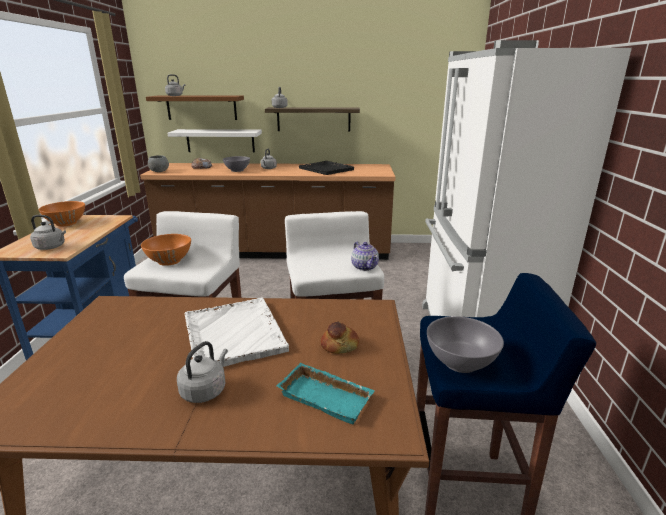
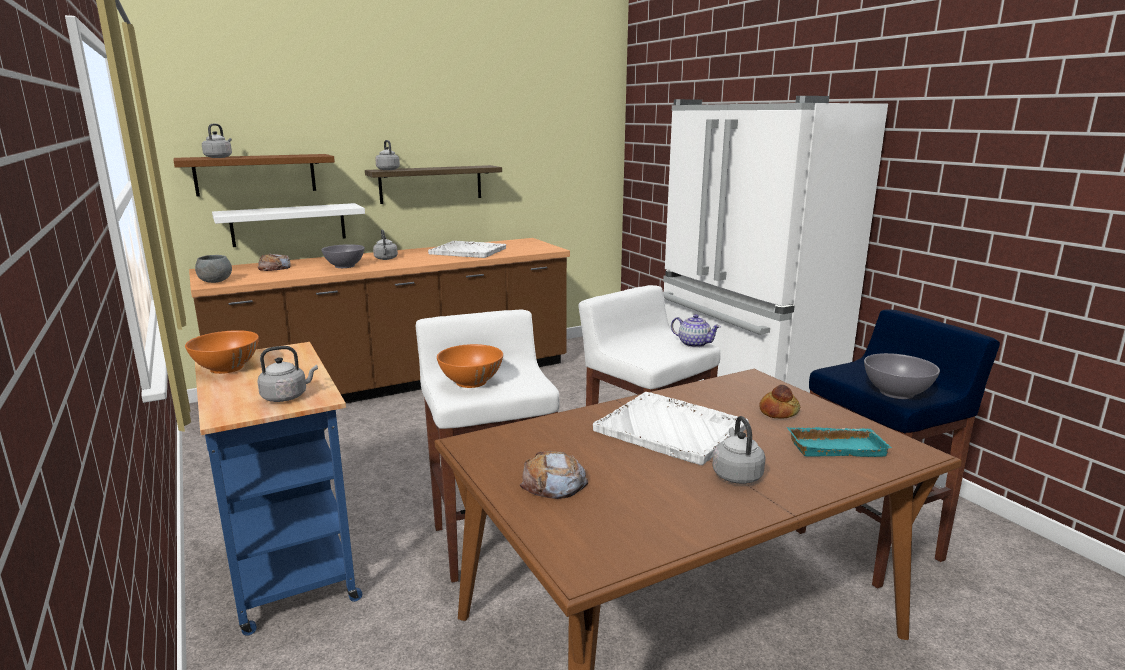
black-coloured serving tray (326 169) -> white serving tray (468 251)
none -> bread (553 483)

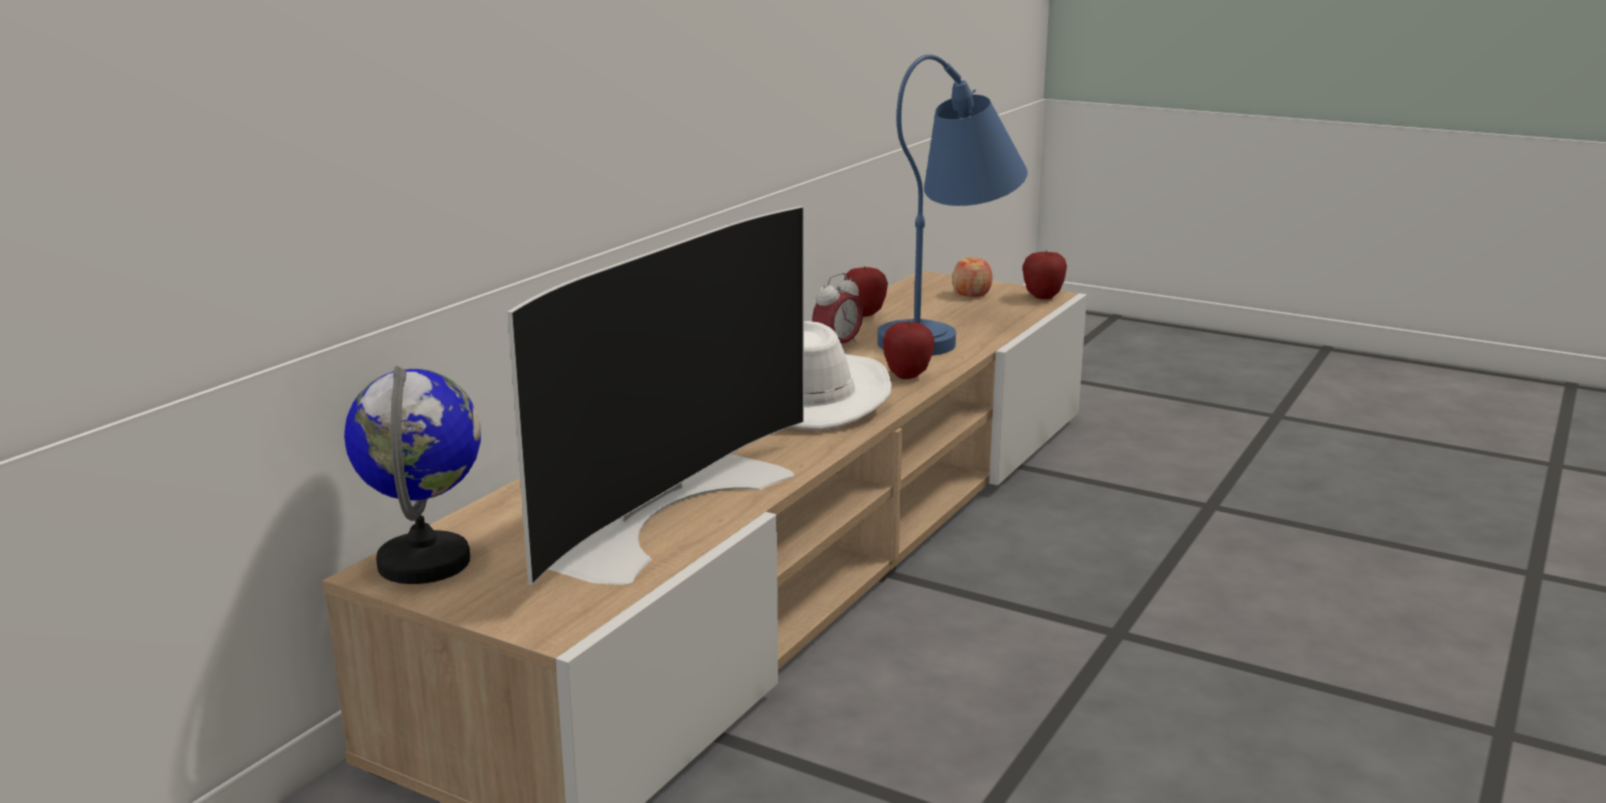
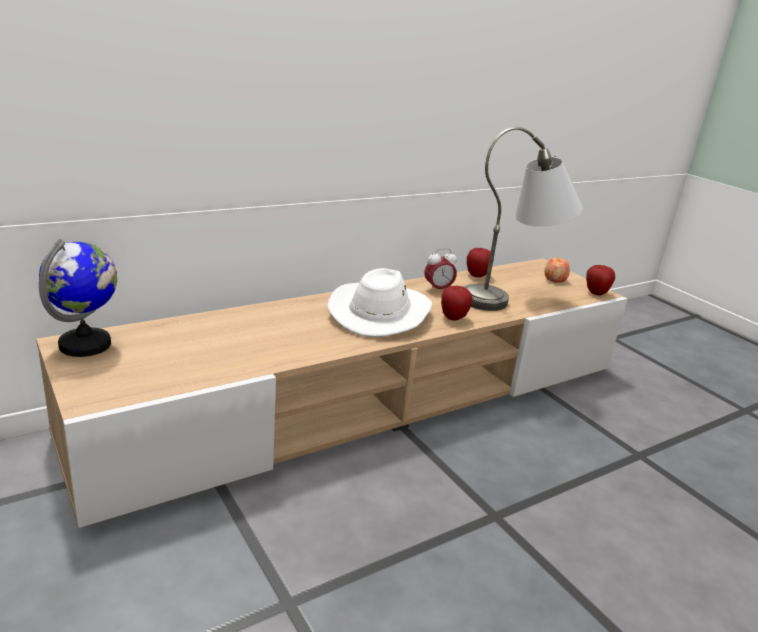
TV (661 508) -> none
blue tabletop lamp (949 331) -> grey tabletop lamp (512 298)

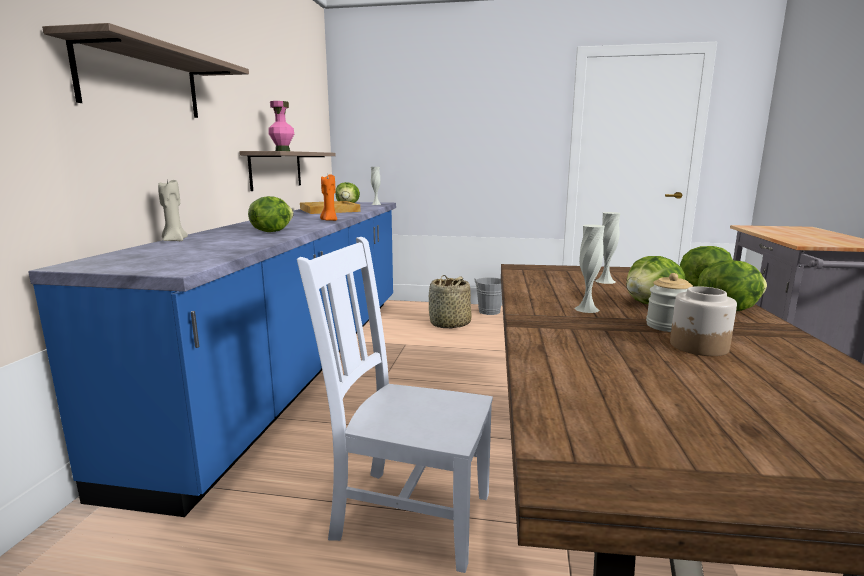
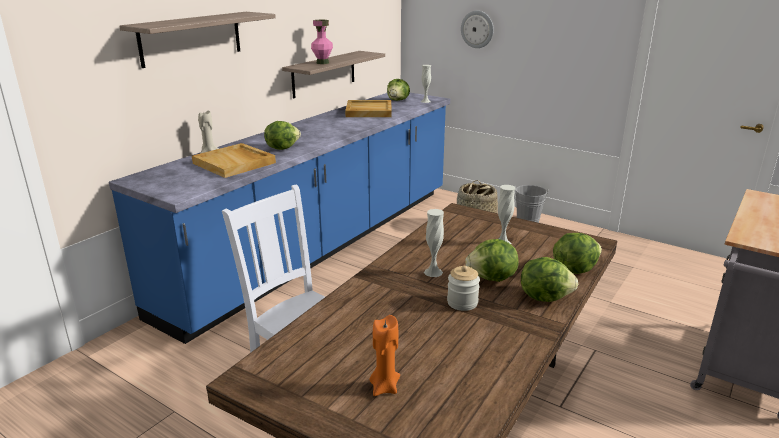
orangey wax light (329 220) -> orangey wax light (384 387), shifted
preserve jar (699 347) -> none
none -> beige serving tray (235 163)
none -> wall clock (477 29)

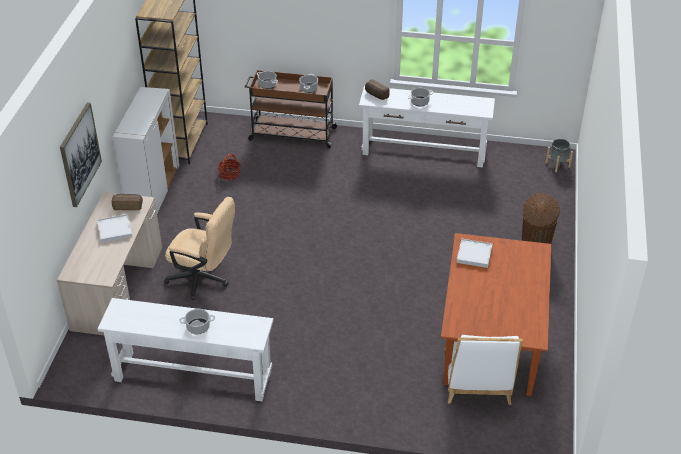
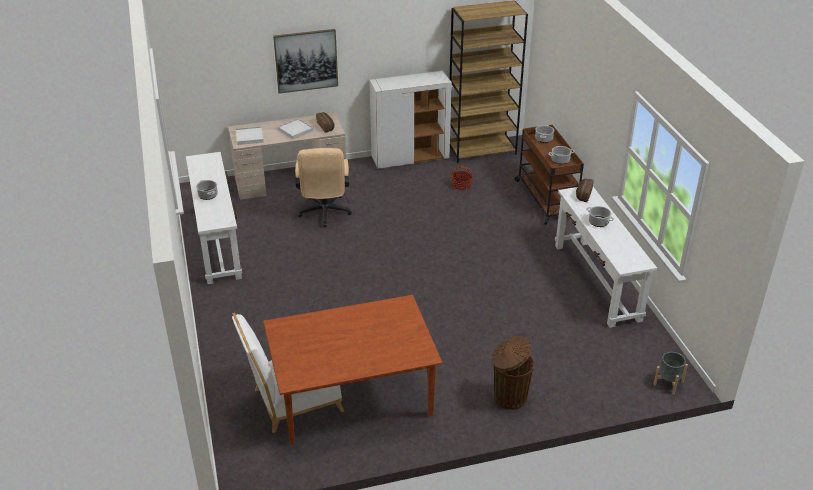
white serving tray (474 254) -> white serving tray (249 137), shifted

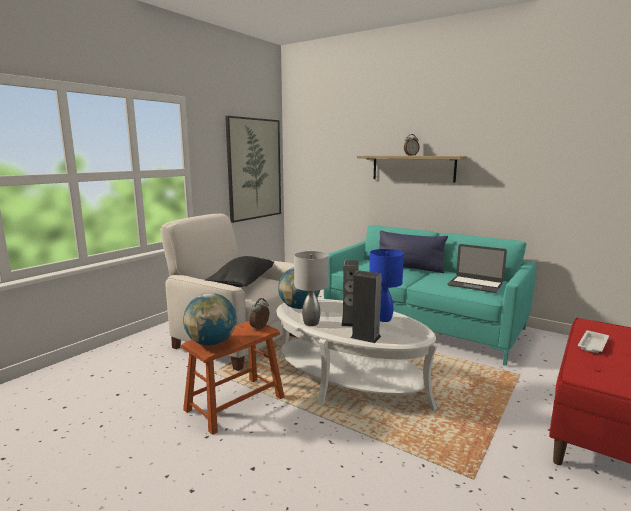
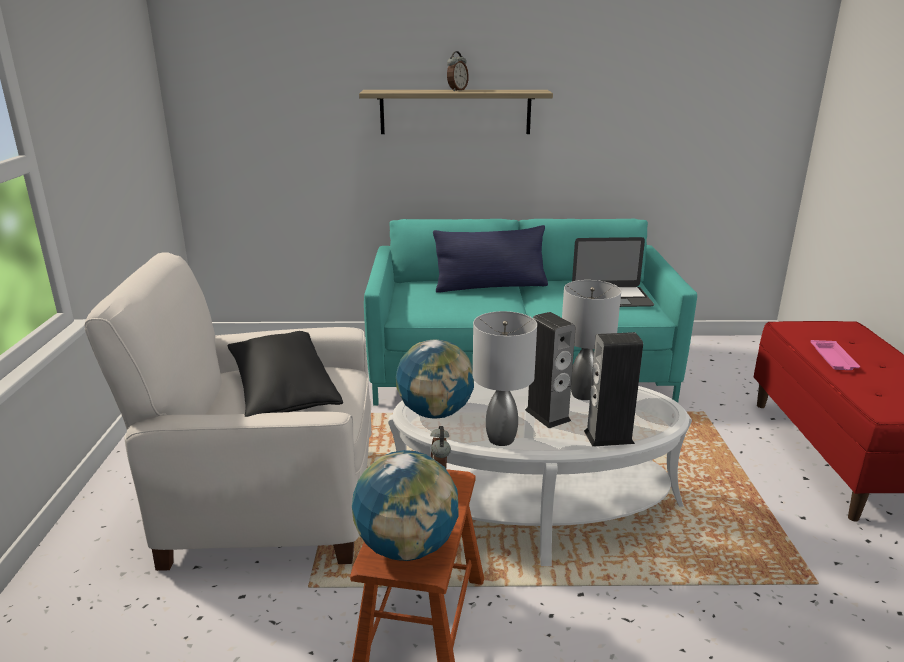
picture (254 169) -> none
blue tabletop lamp (383 319) -> grey tabletop lamp (583 395)
white serving tray (592 345) -> pinkish serving tray (833 359)

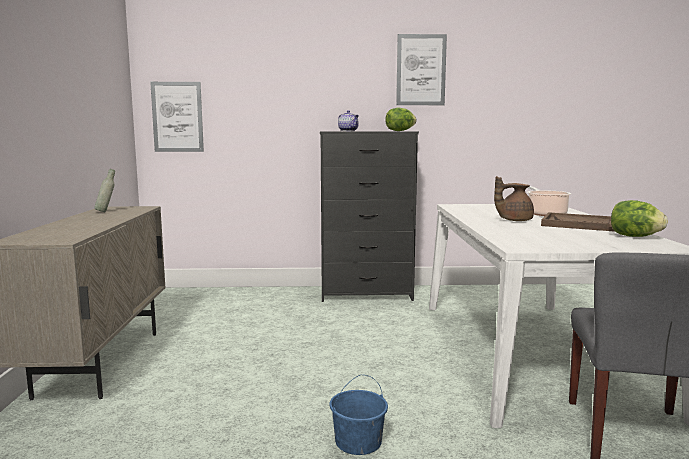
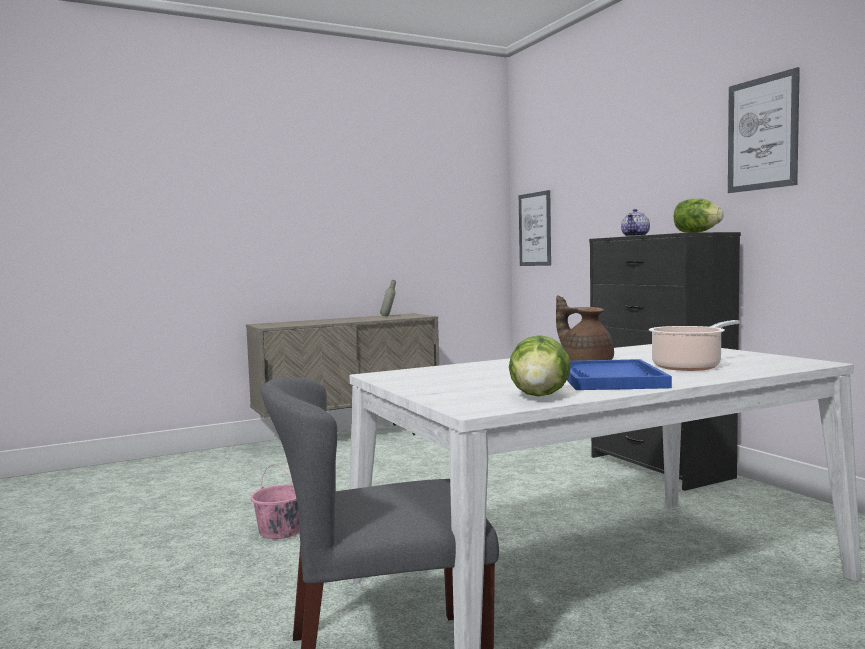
blue water bucket (358 442) -> pinkish water bucket (281 531)
brownish serving tray (579 224) -> blue serving tray (610 379)

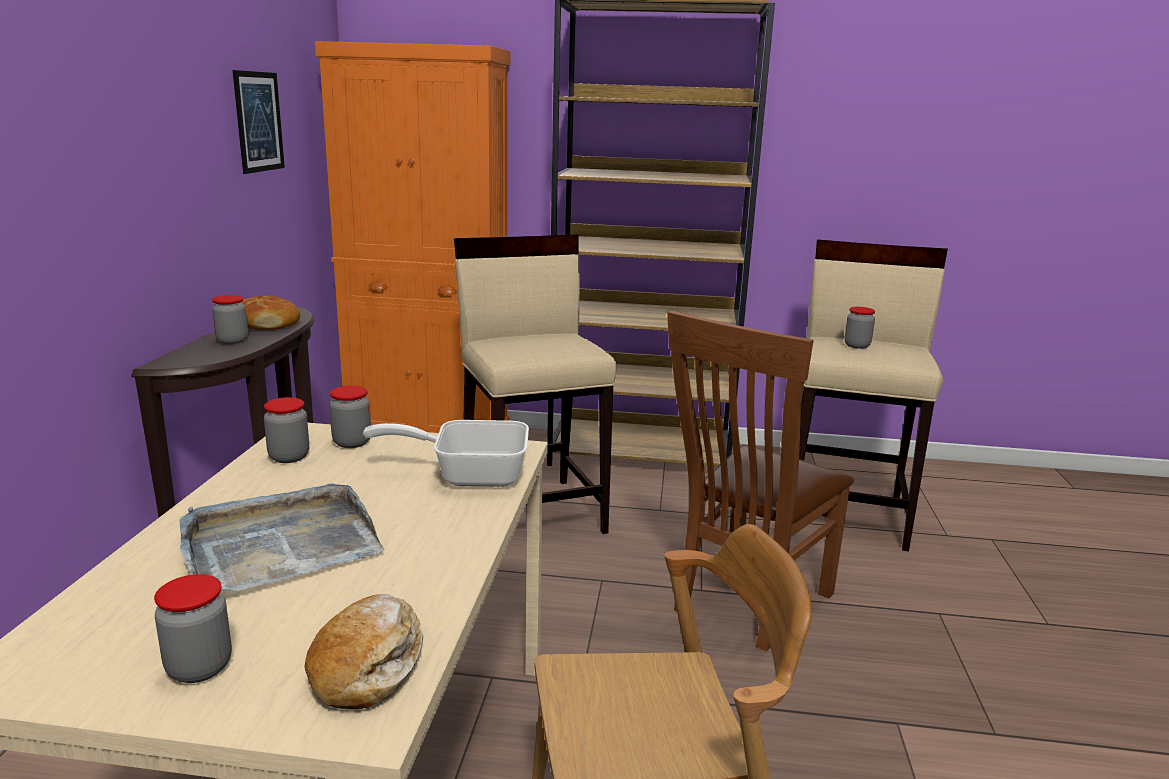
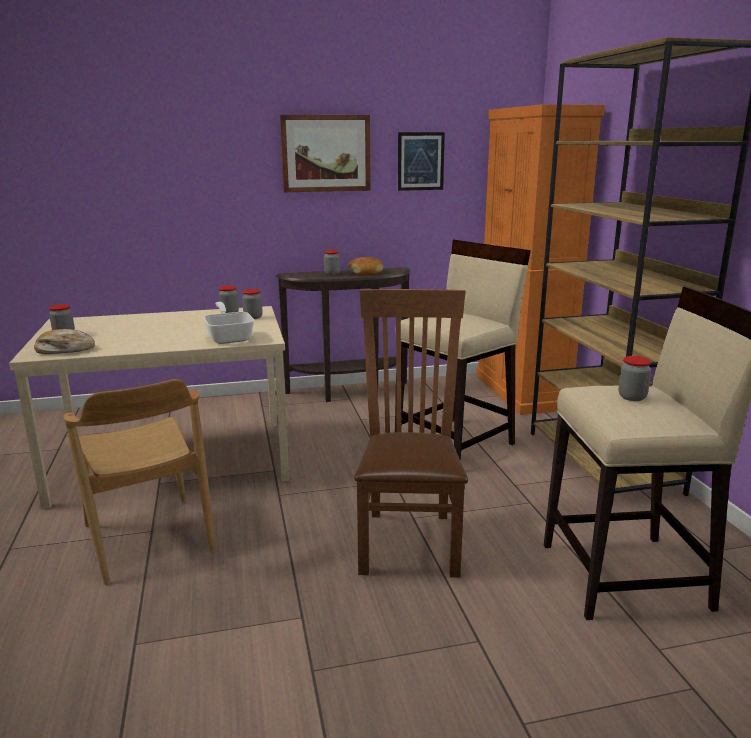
grey serving tray (279 544) -> none
brownish upright chair (746 604) -> brownish upright chair (409 538), 75 degrees clockwise
none -> picture (326 153)

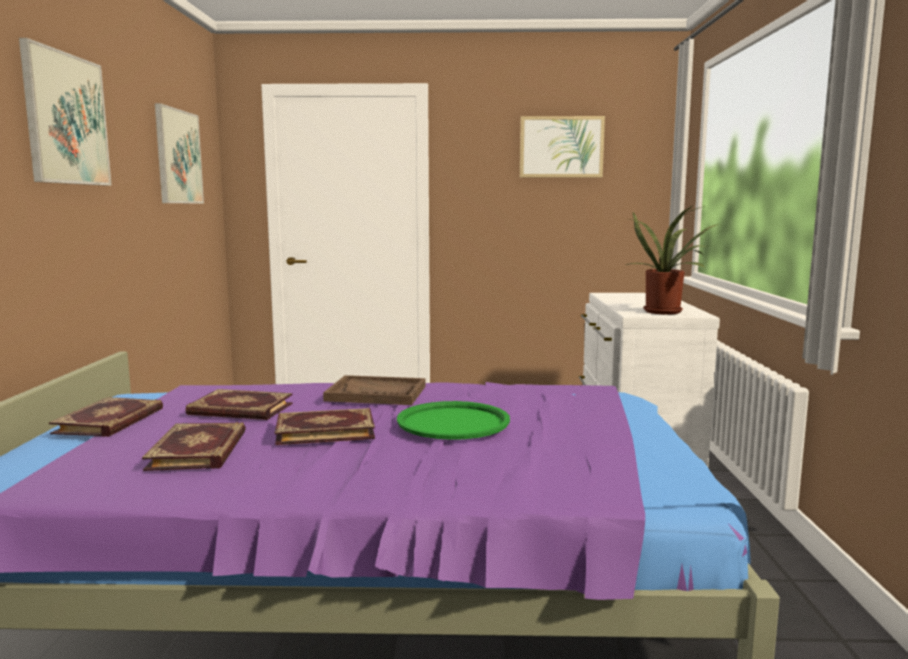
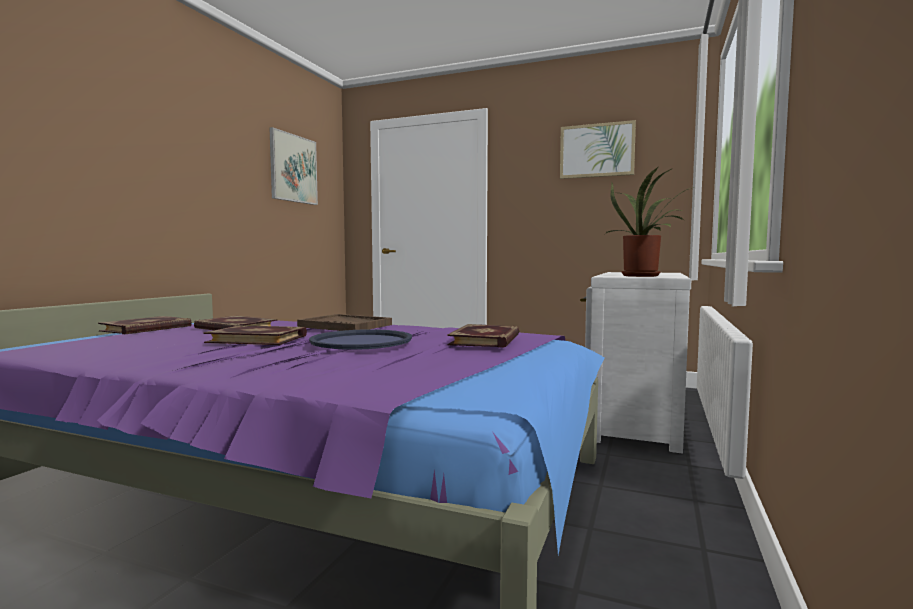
picture (66 119) -> none
book (200 450) -> book (486 340), shifted
green-coloured serving tray (453 422) -> blue serving tray (361 341)

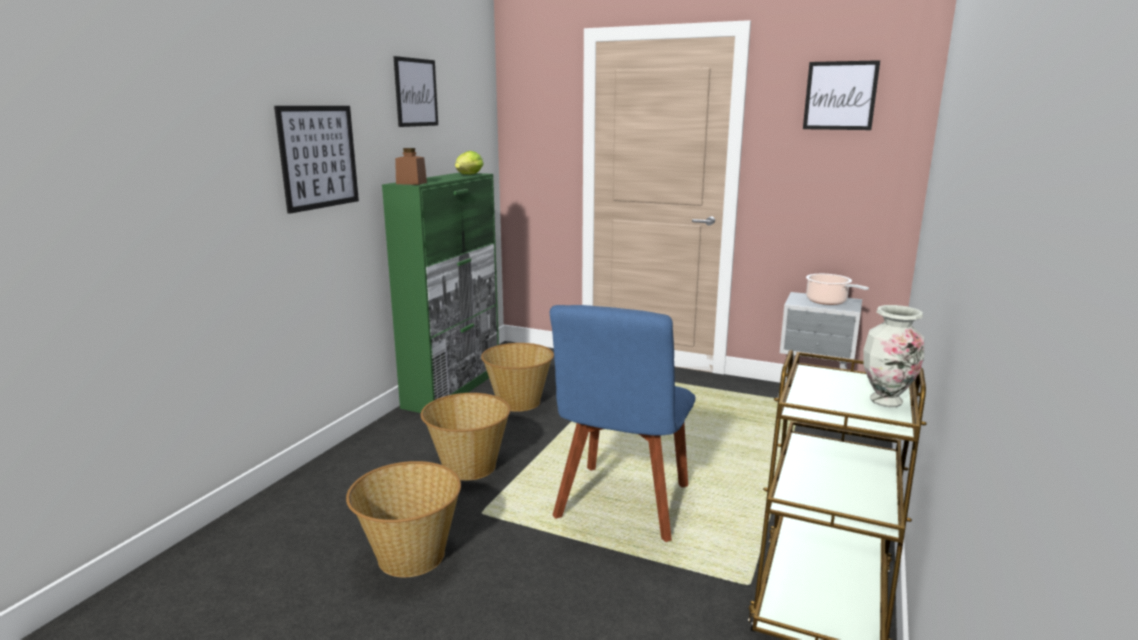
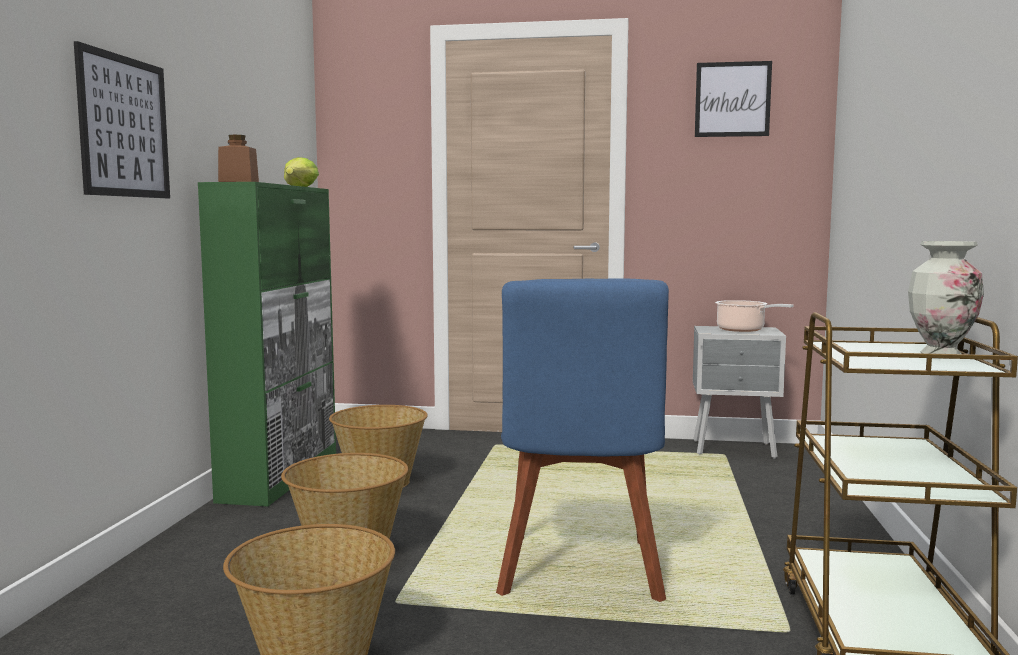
picture (416 92) -> none

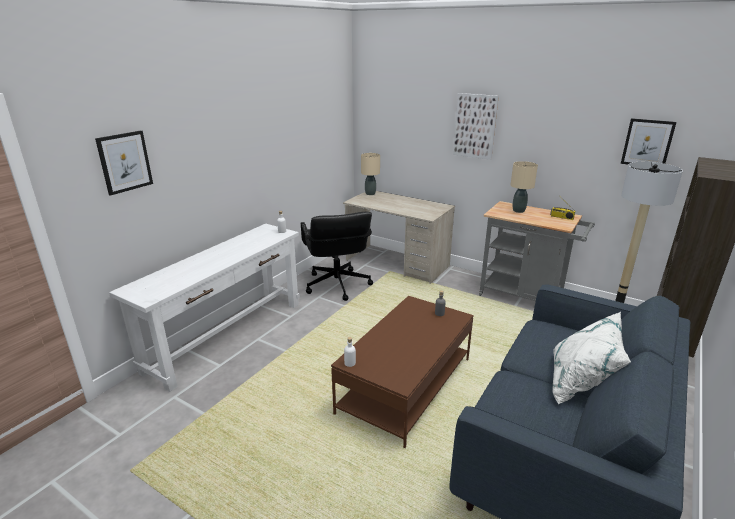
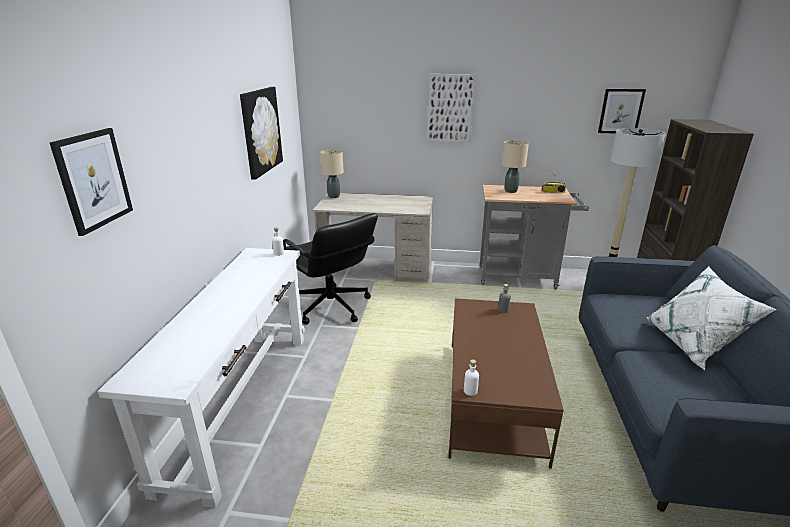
none -> picture (261 131)

